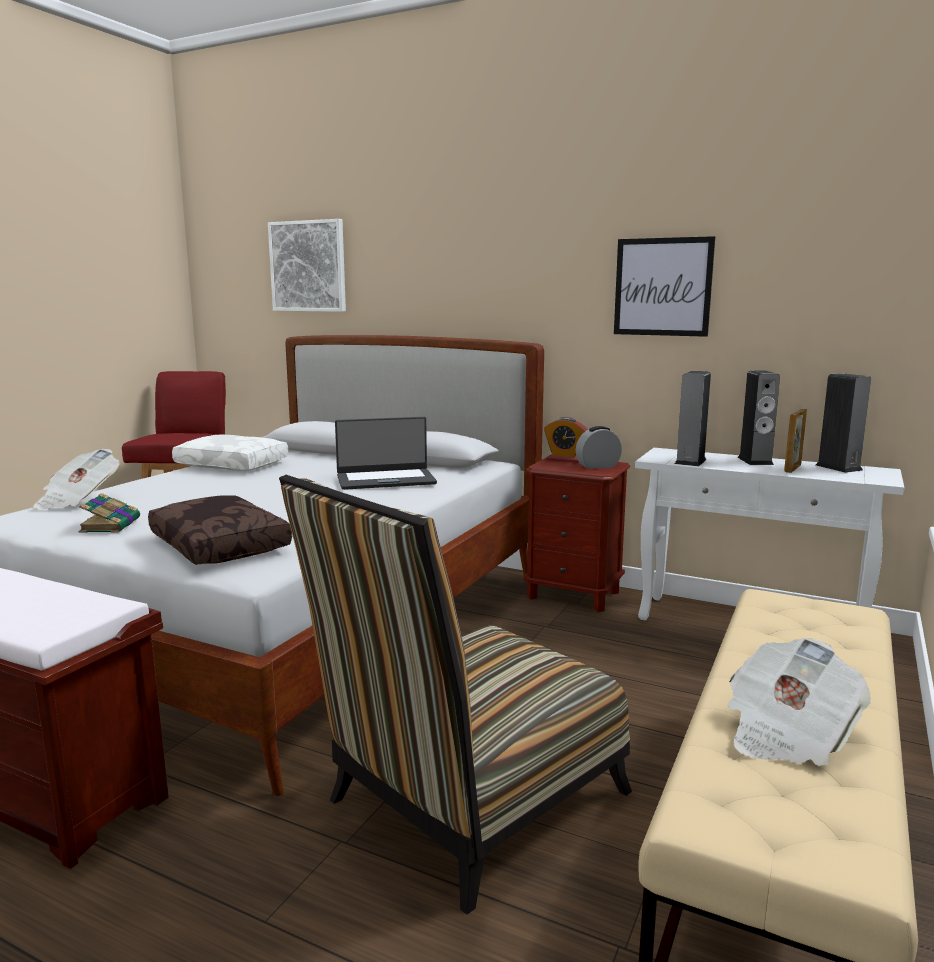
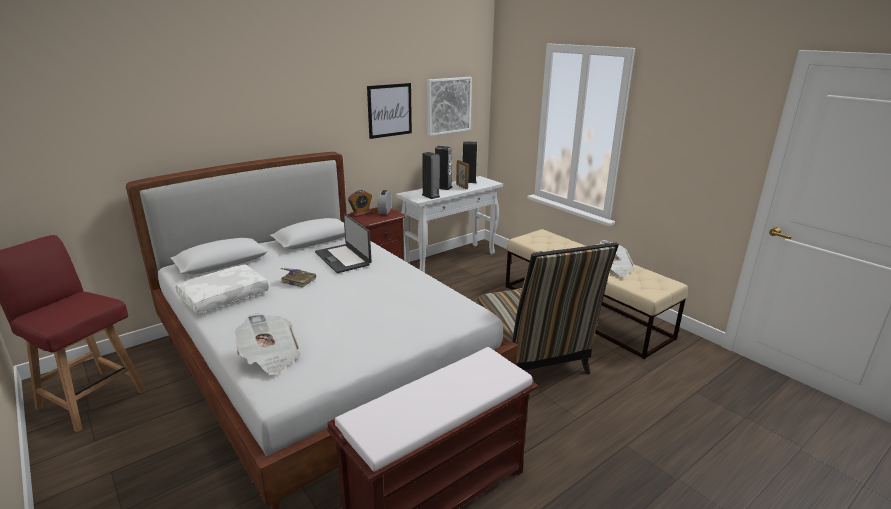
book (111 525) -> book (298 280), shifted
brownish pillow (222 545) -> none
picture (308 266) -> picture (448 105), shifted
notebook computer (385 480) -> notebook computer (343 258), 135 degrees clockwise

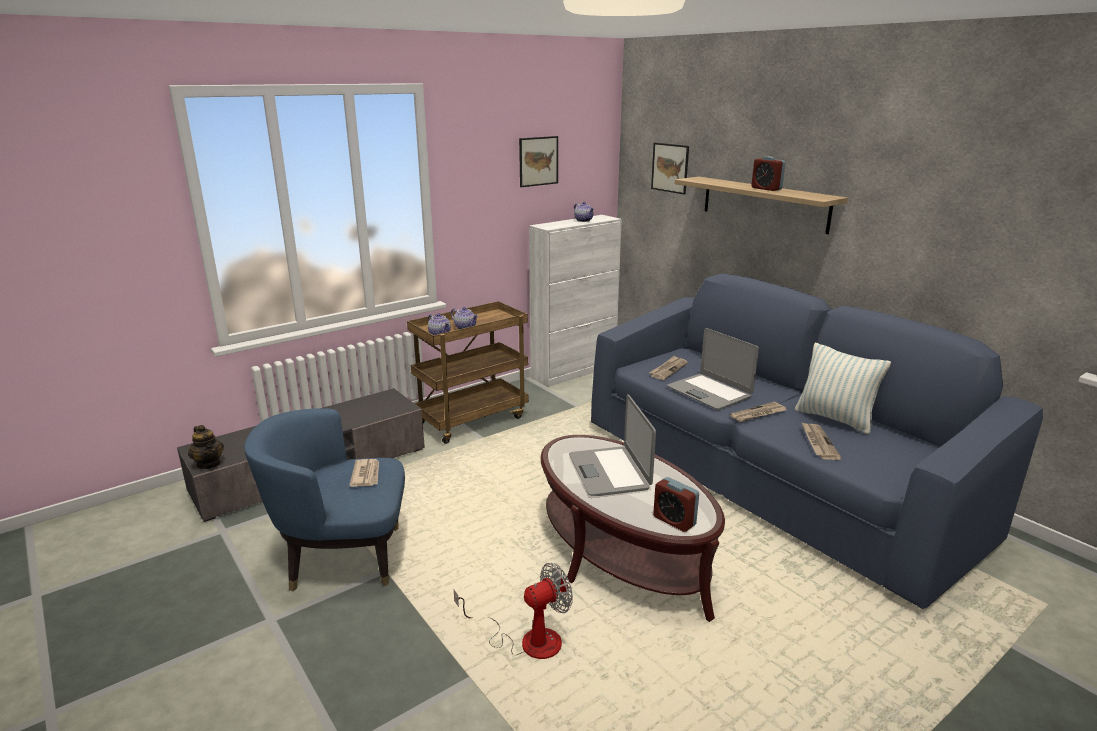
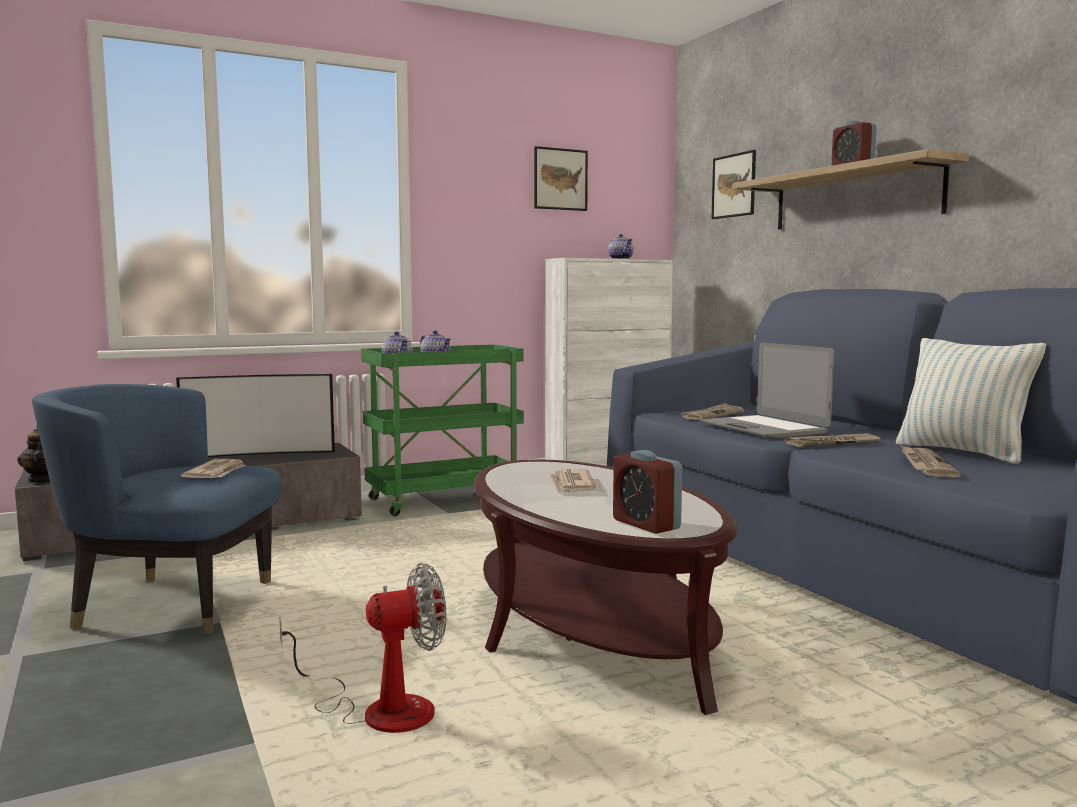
brownish wheeled cart (472 419) -> green-coloured wheeled cart (445 499)
notebook computer (609 472) -> newspaper (571 485)
none -> TV (260 454)

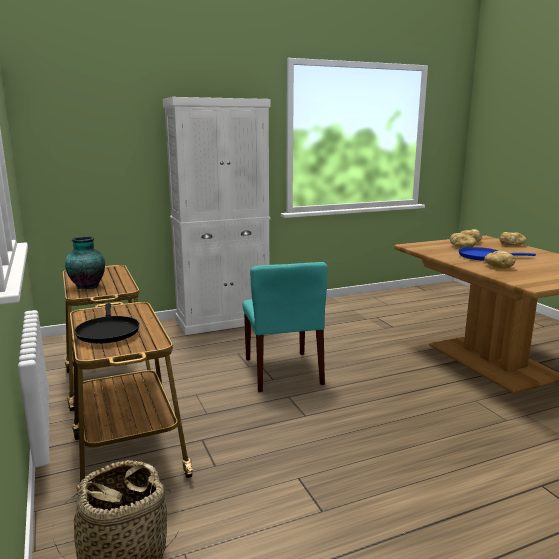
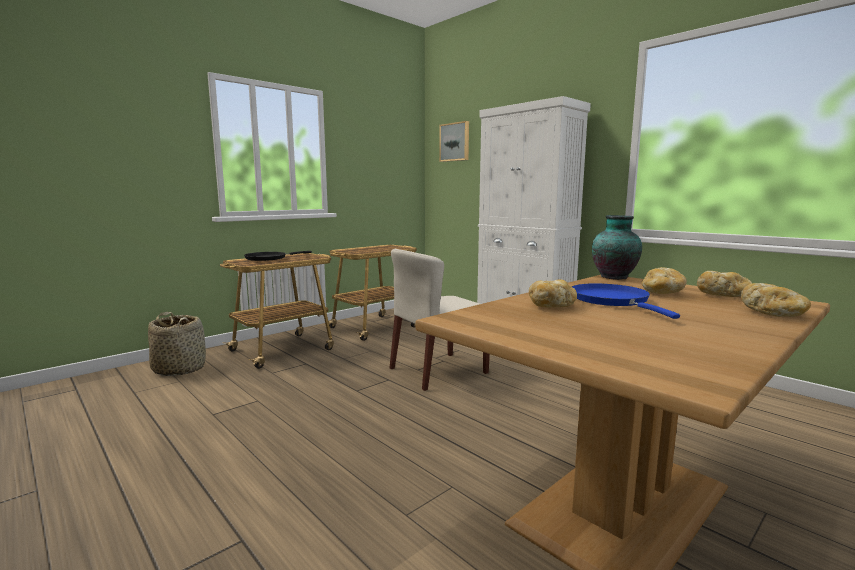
flower vase (87 286) -> flower vase (614 277), shifted
turquoise upright chair (283 371) -> beige upright chair (438 371)
none -> picture (455 142)

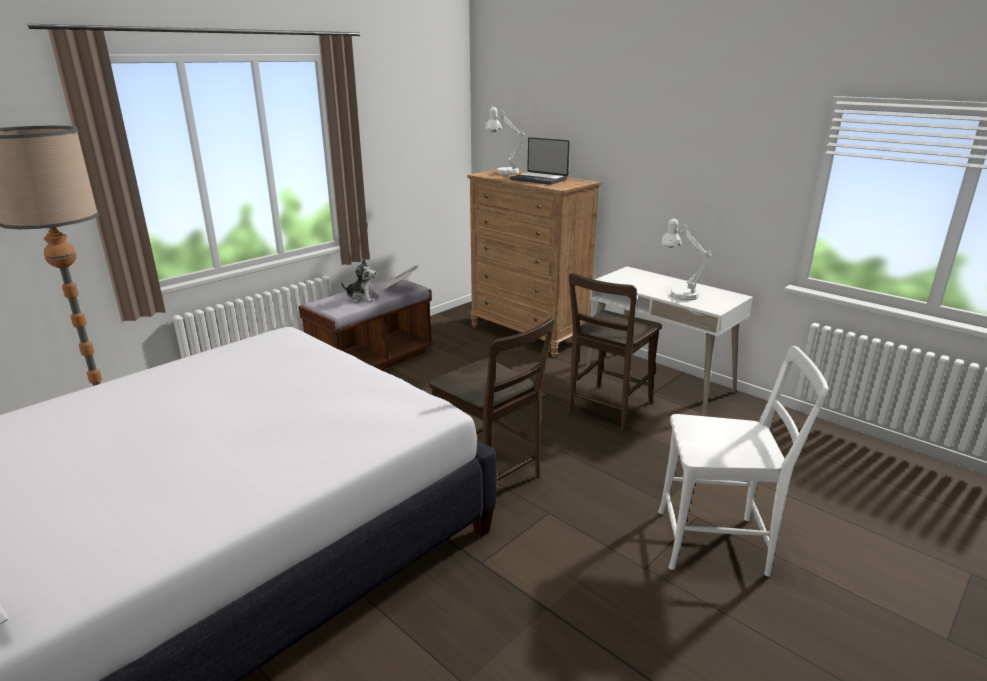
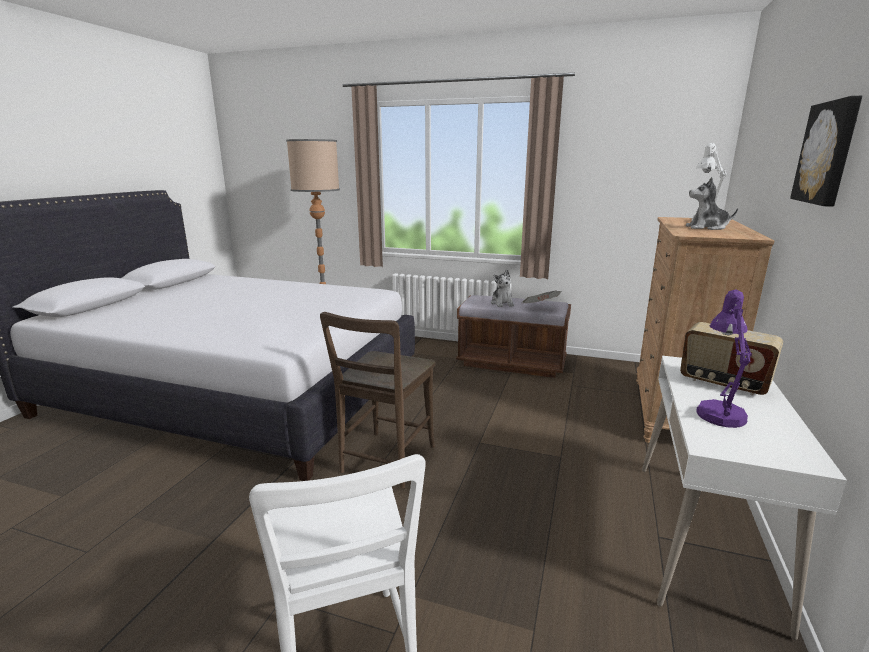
notebook computer (539 179) -> plush toy (707 228)
brownish upright chair (607 409) -> none
white tabletop lamp (678 294) -> purple-coloured tabletop lamp (718 411)
none -> radio receiver (723 383)
none -> picture (828 153)

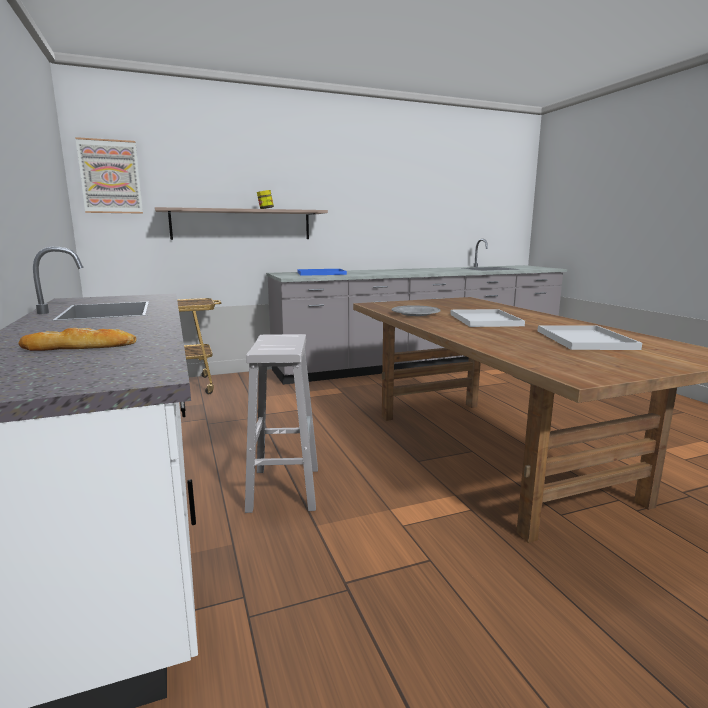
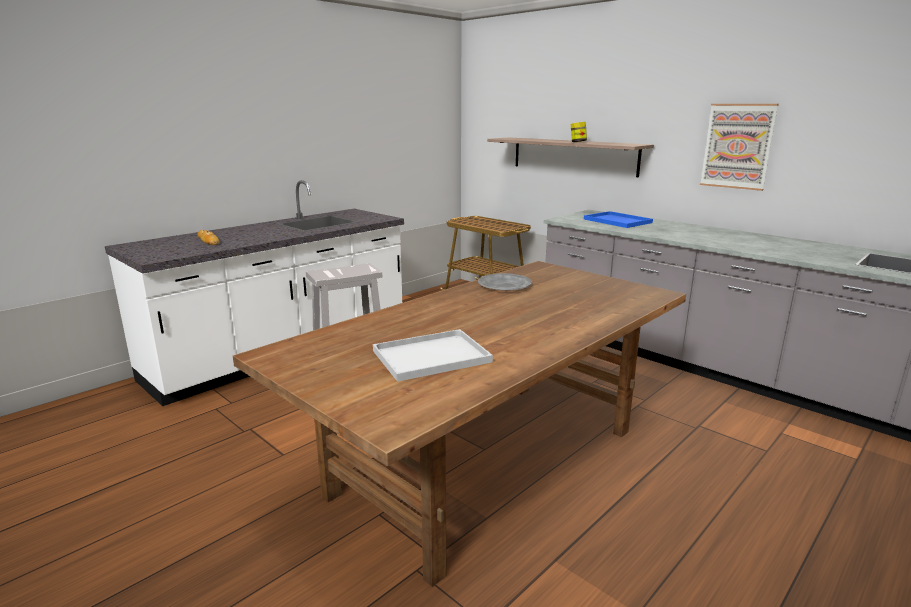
picture (110 177) -> picture (737 146), shifted
white serving tray (483 319) -> none

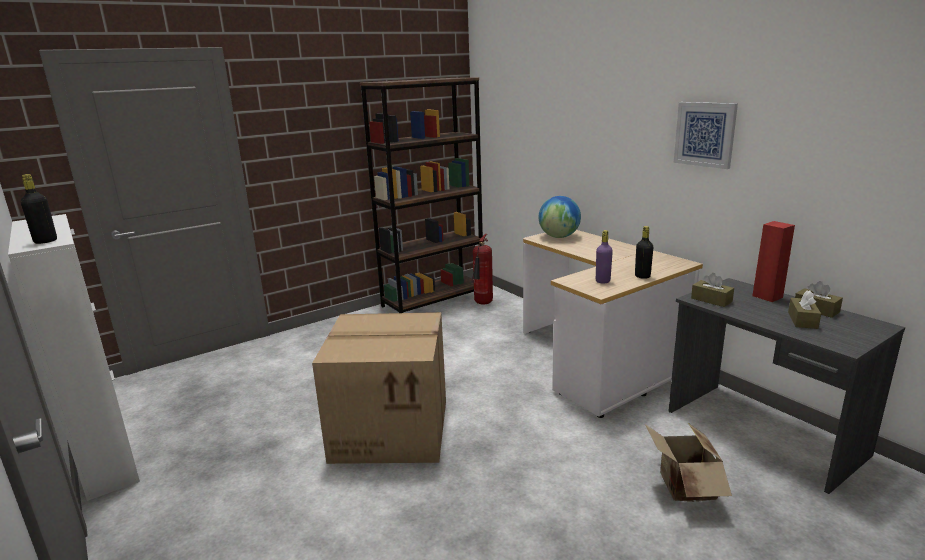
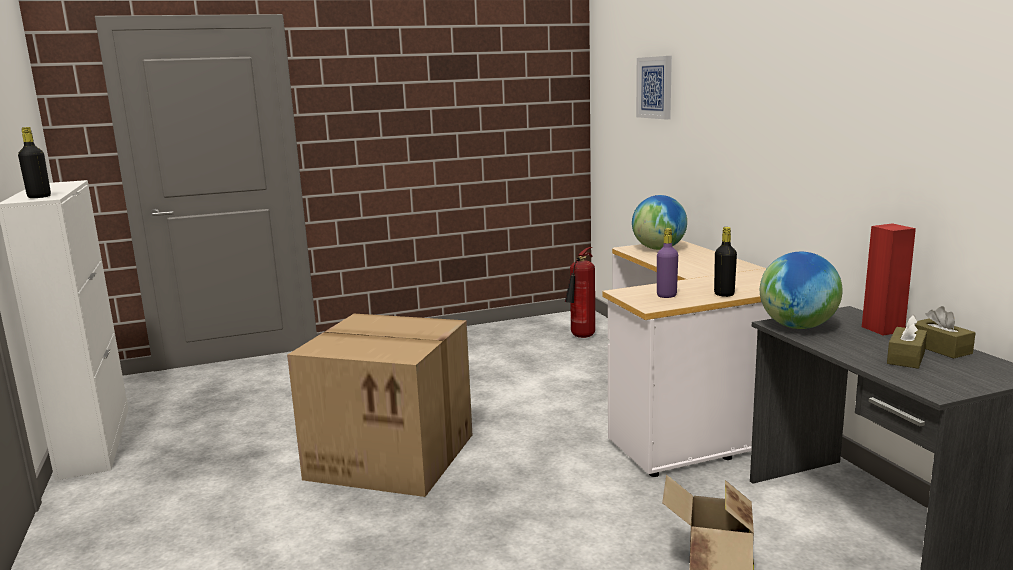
brownish shelving unit (433 300) -> none
picture (705 134) -> picture (655 87), shifted
brownish tissue holder (711 300) -> world globe (798 327)

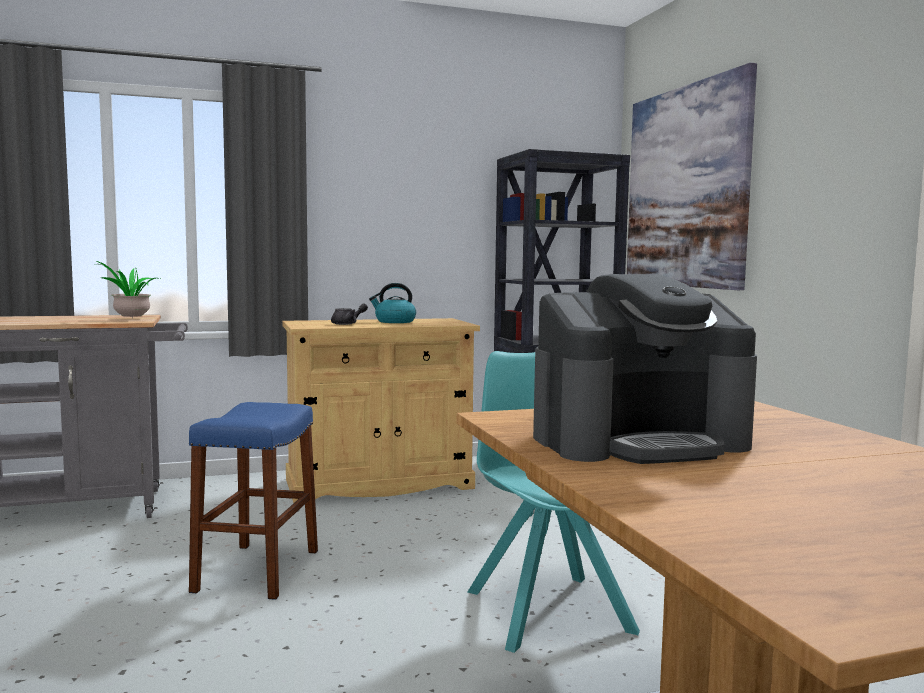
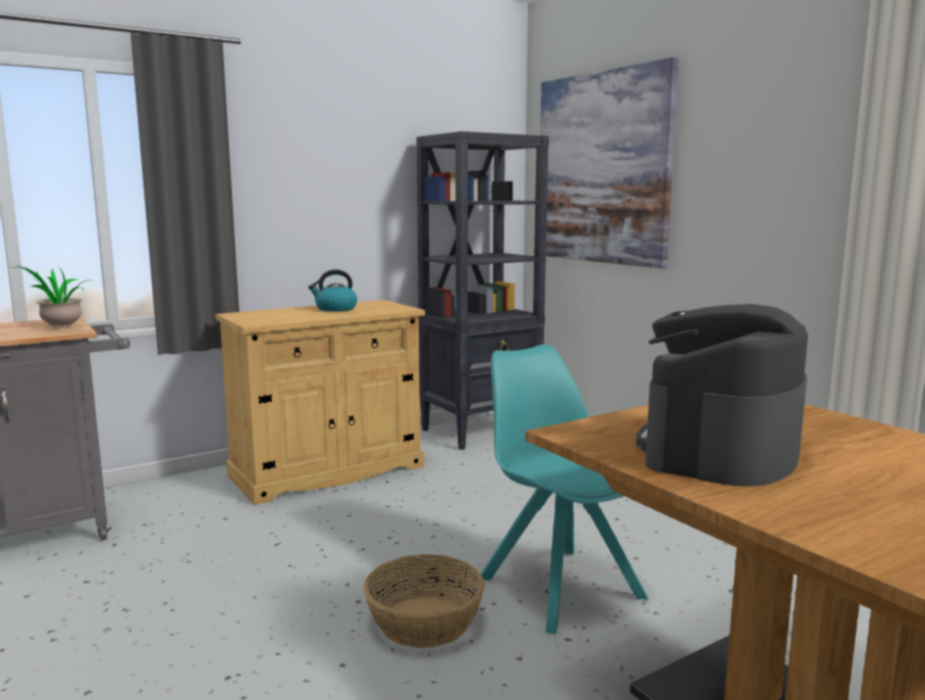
blue stool seat (257 570) -> none
grey tea pot (348 324) -> none
coffee machine (639 441) -> coffee machine (719 451), 150 degrees clockwise
none -> basket (424 621)

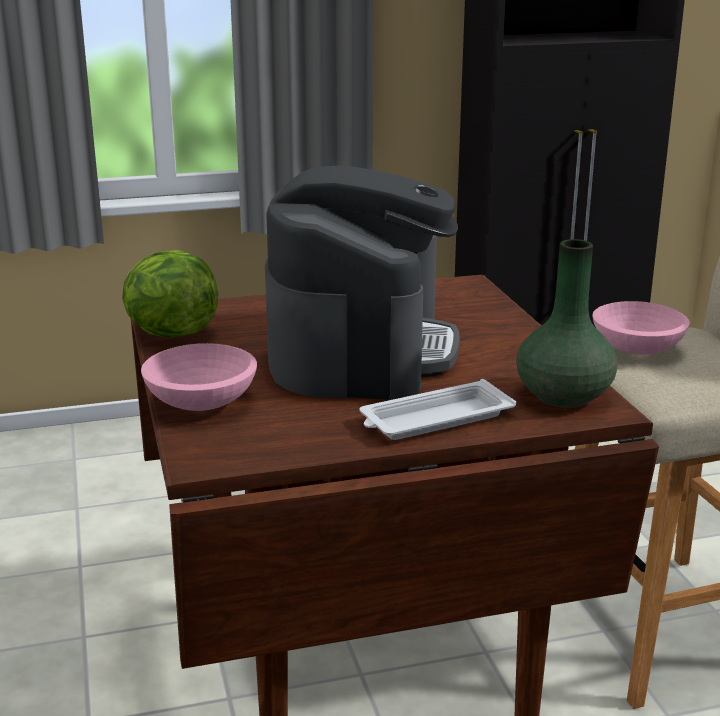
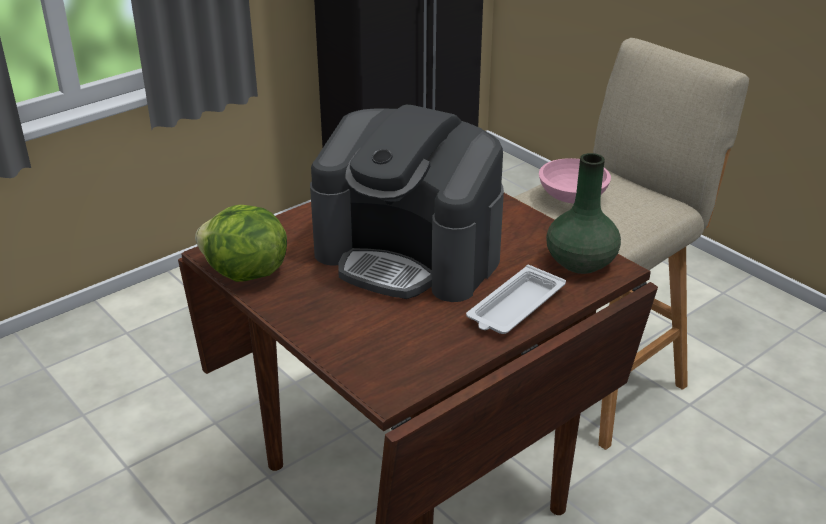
pinkish deep dish (201 401) -> none
coffee machine (361 351) -> coffee machine (409 255), 135 degrees clockwise

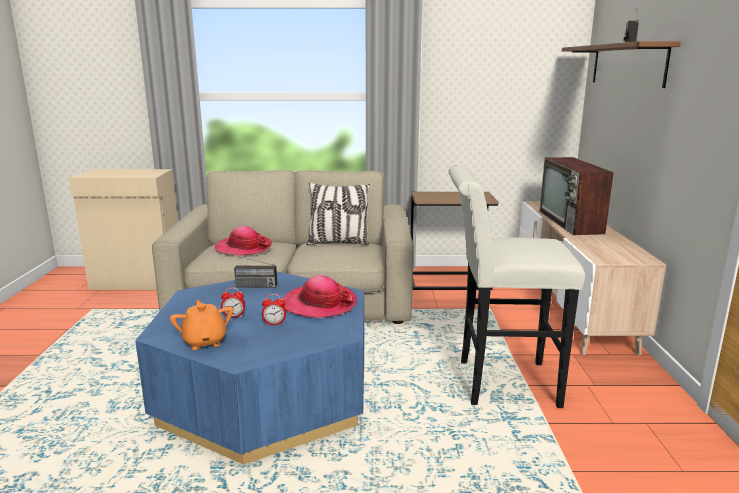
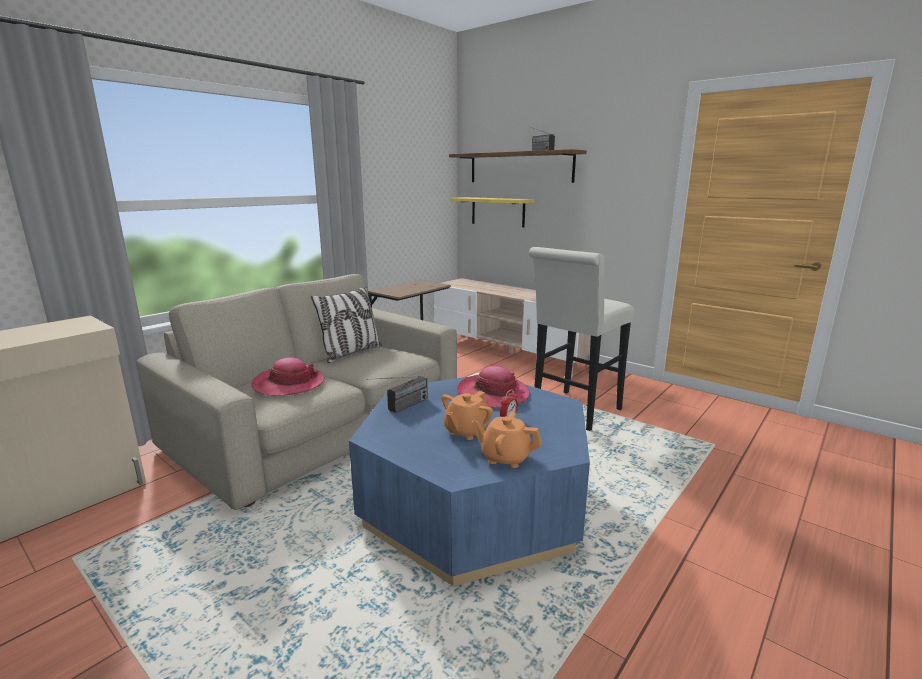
table clock (234 316) -> orangey tea pot (466 431)
TV (571 222) -> none
none -> yellow-coloured bracket shelf (497 211)

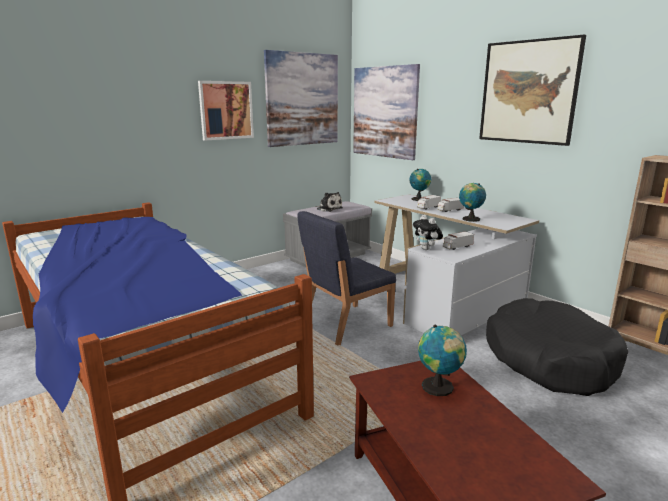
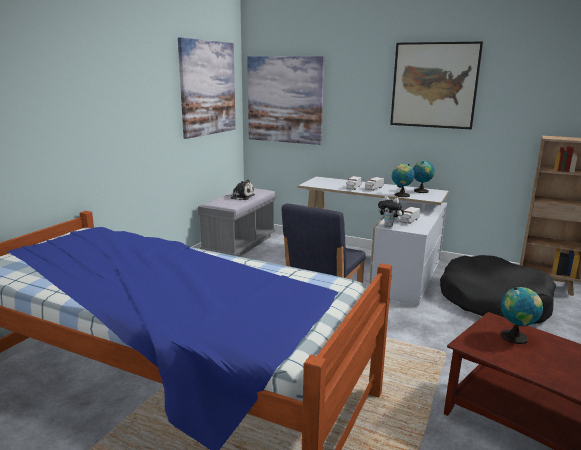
picture (226 110) -> none
world globe (419 199) -> world globe (421 191), shifted

